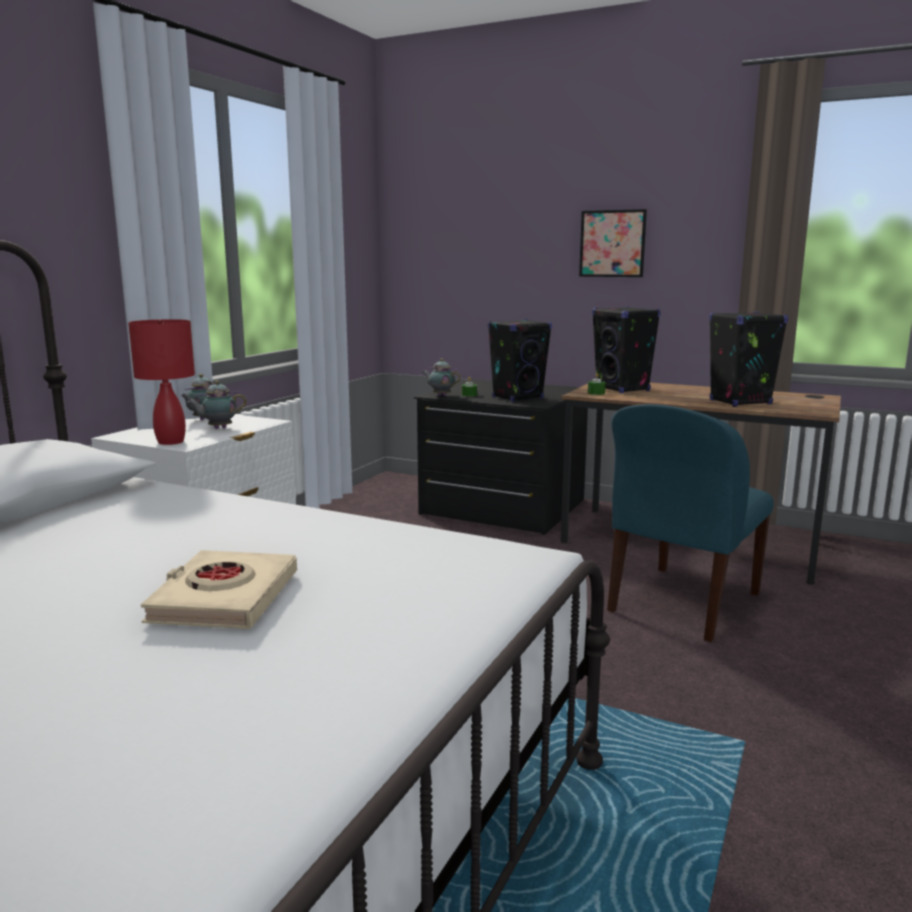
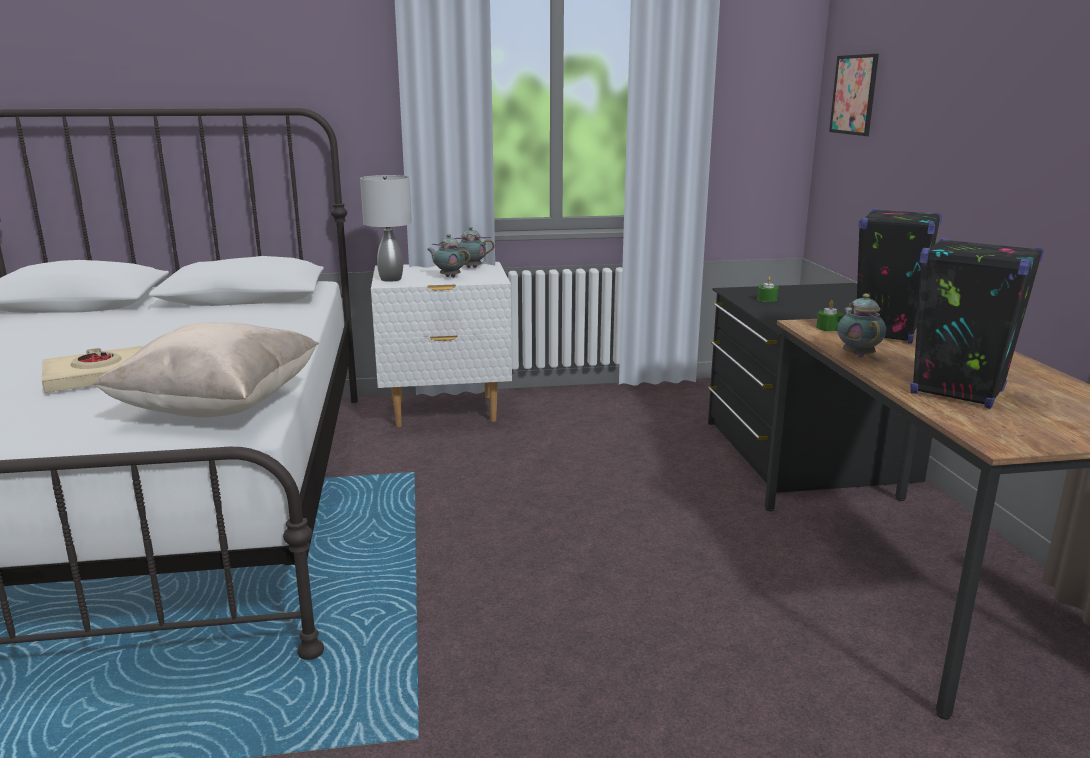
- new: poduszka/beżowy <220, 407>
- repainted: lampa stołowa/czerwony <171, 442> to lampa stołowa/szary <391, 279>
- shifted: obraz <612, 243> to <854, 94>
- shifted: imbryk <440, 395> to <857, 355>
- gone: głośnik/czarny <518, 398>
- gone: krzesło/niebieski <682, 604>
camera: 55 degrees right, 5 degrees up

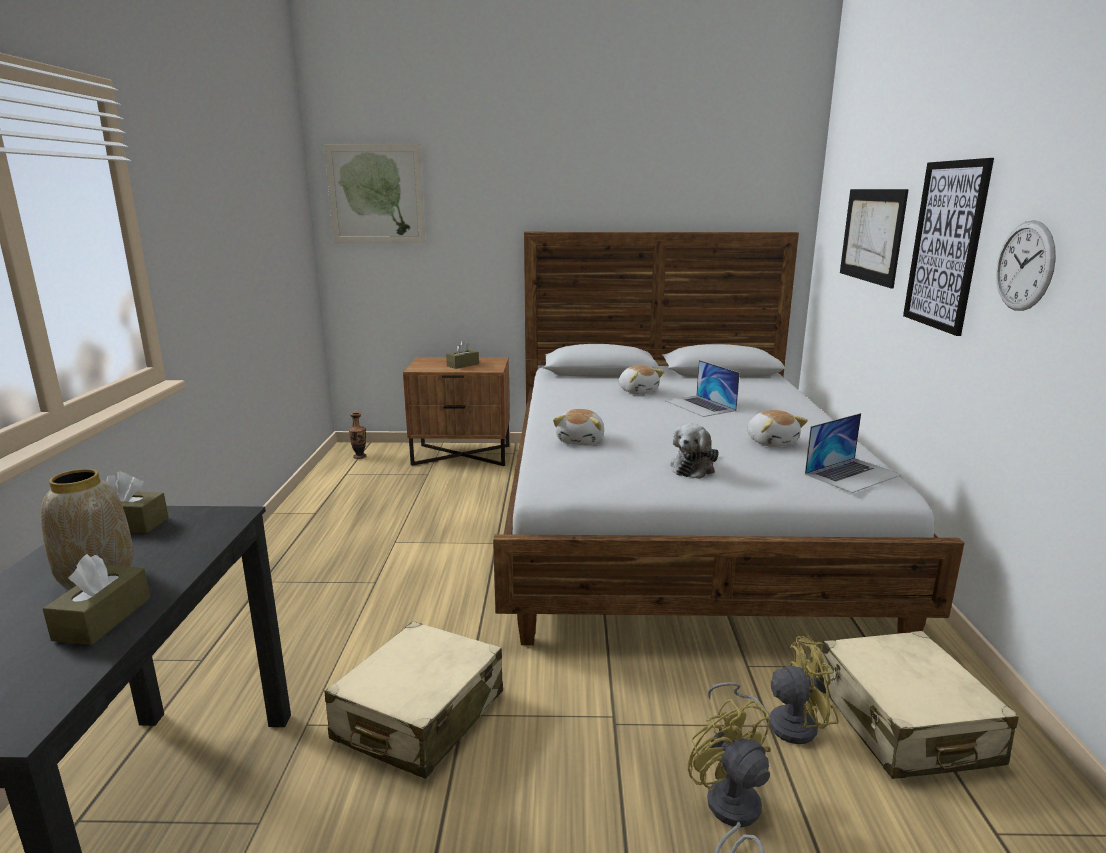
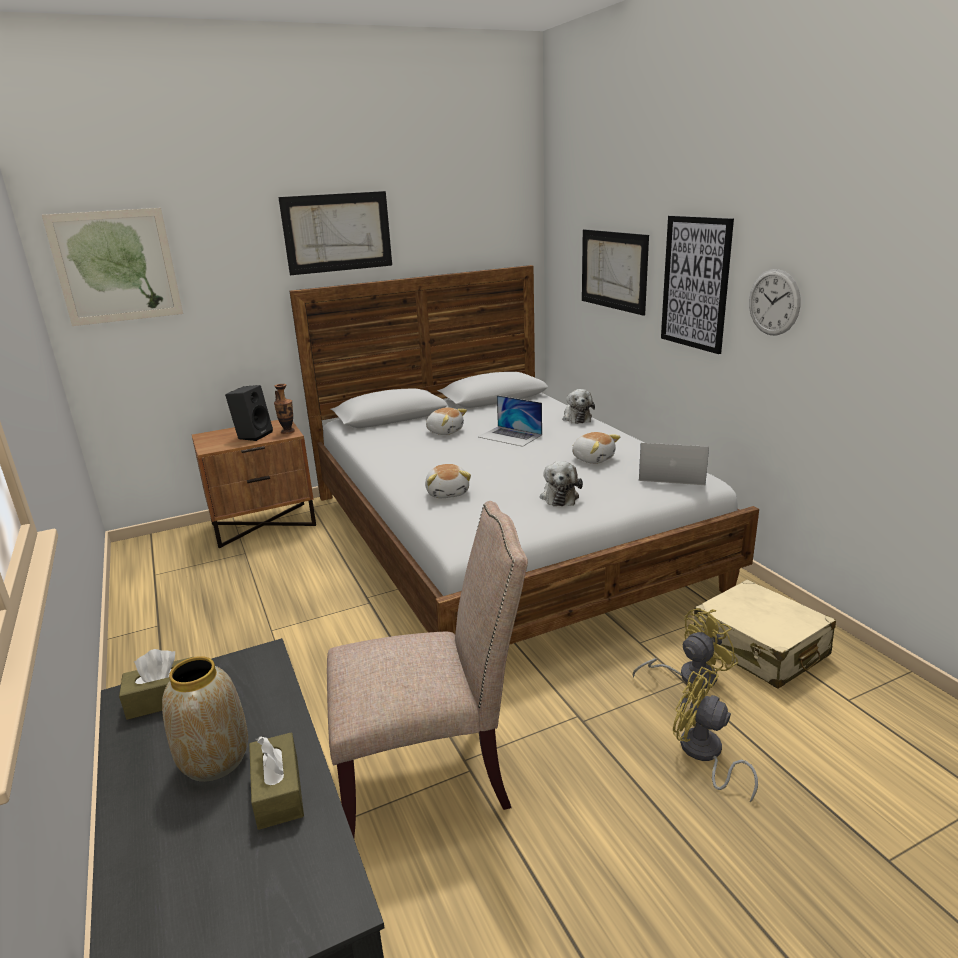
- swapped: pudełko chusteczek/brązowy <463, 365> to głośnik/czarny <253, 435>
- shifted: wazon <359, 457> to <287, 432>
- new: obraz <337, 232>
- swapped: walizka/beżowy <419, 716> to krzesło/beżowy <430, 776>
- new: pluszak <576, 418>
- rotated: laptop <852, 474> = <672, 474> 105 degrees counterclockwise
camera: 25 degrees left, 5 degrees up

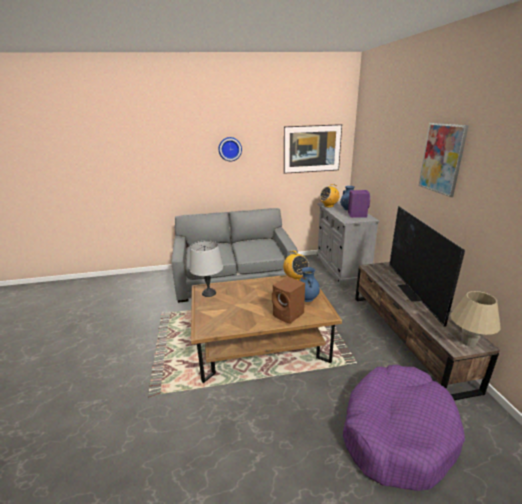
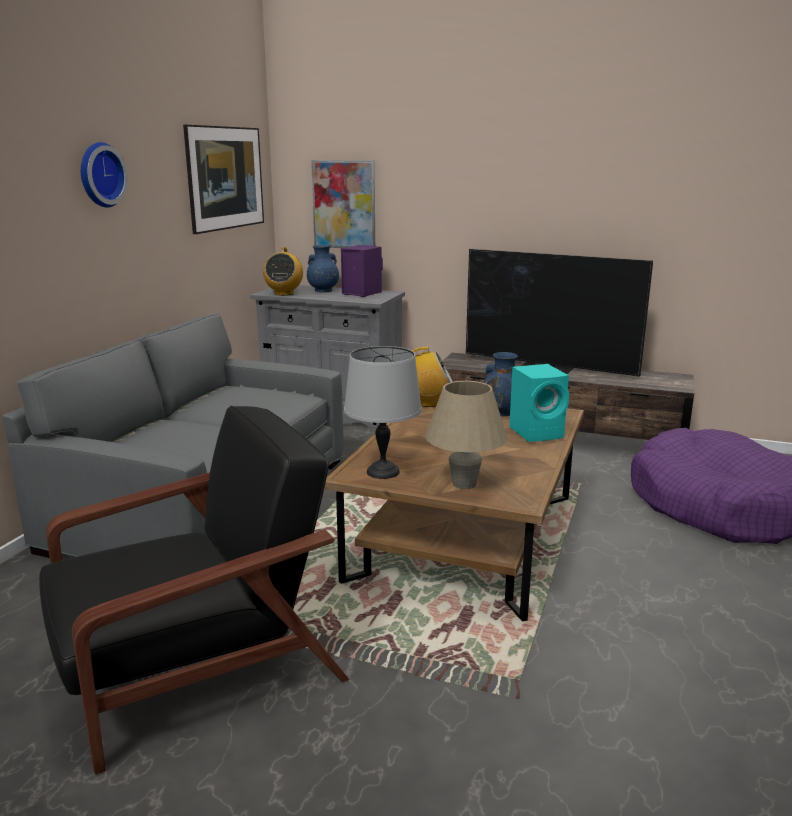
- new: fotel/czarny <195, 666>
- shifted: obraz <442, 158> to <344, 204>
- shifted: lampa stołowa/beżowy <468, 342> to <464, 484>
- repainted: głośnik/brązowy <289, 315> to głośnik/turkusowy <538, 432>
camera: 60 degrees left, 5 degrees down

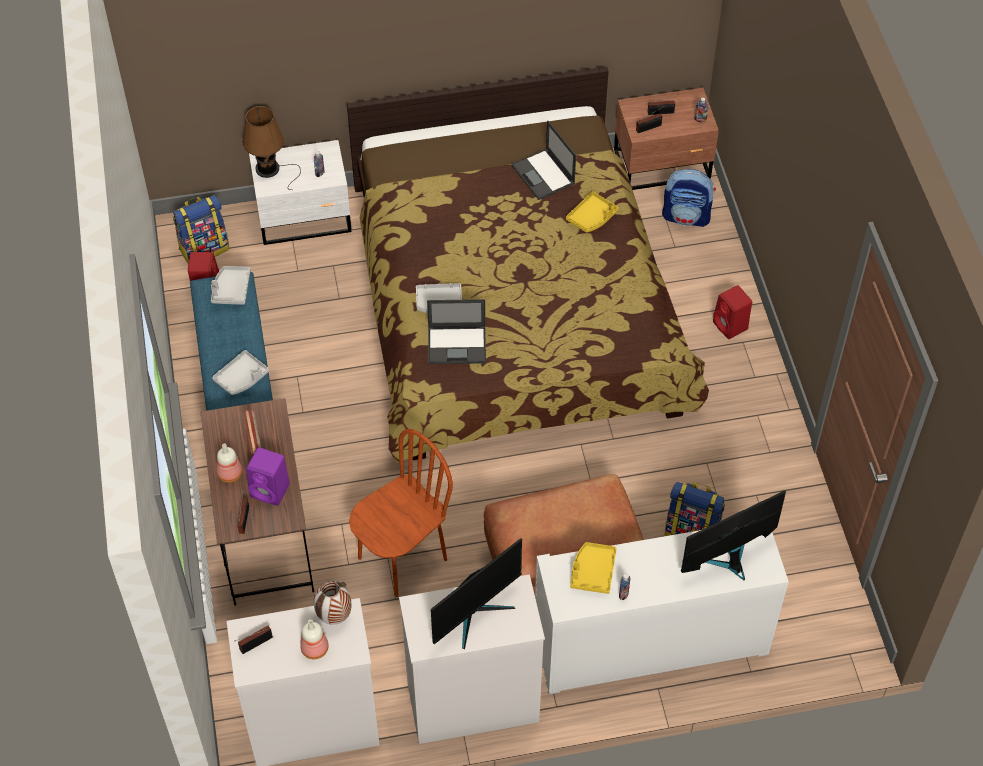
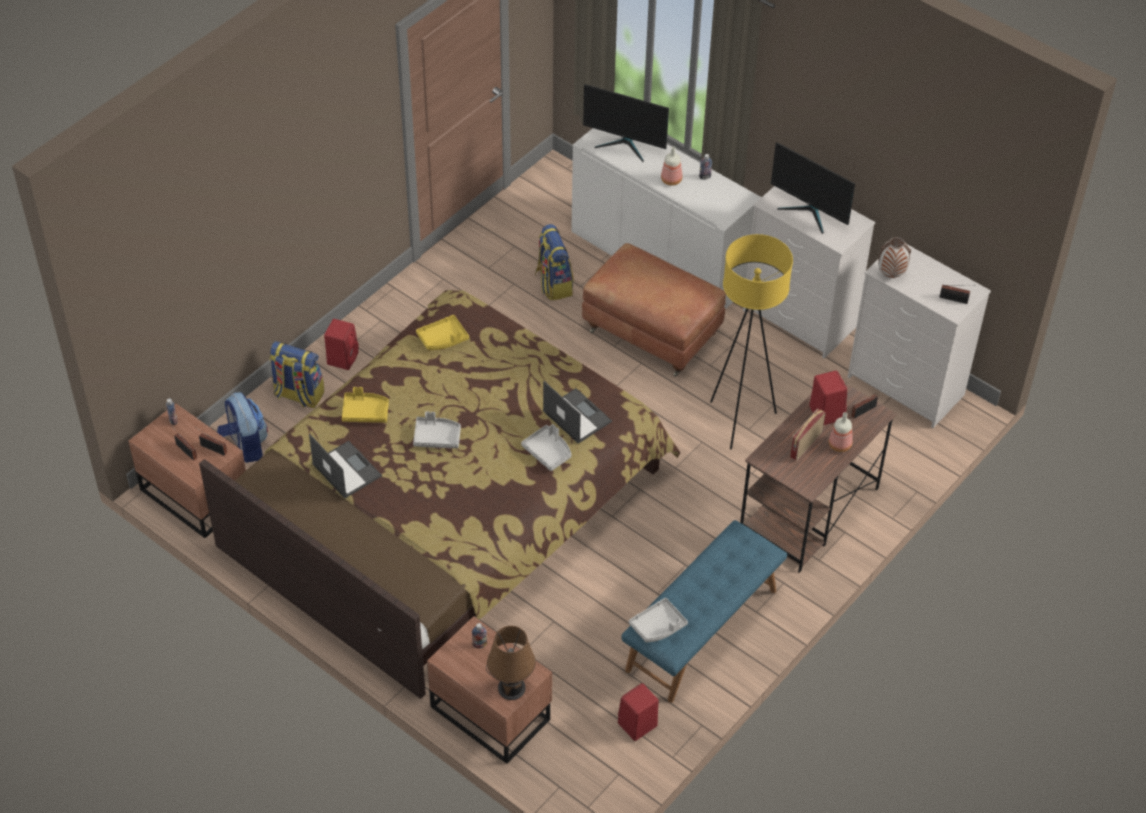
- shifted: plecak <204, 248> to <298, 395>
- rotated: laptop <543, 175> = <346, 469> 60 degrees counterclockwise
- shifted: taca/szary <242, 378> to <437, 437>
- shifted: taca/żółty <592, 571> to <443, 339>
- repainted: szafka nocna/biały <305, 218> to szafka nocna/brązowy <490, 711>
- shifted: butelka <315, 649> to <671, 179>
- swapped: krzesło/brązowy <402, 558> to lampa stojąca/żółty <740, 421>
- rotated: monitor <475, 614> = <809, 212> 150 degrees counterclockwise
- repainted: głośnik/fioletowy <271, 490> to głośnik/czerwony <825, 412>
camera: 130 degrees left, 5 degrees down

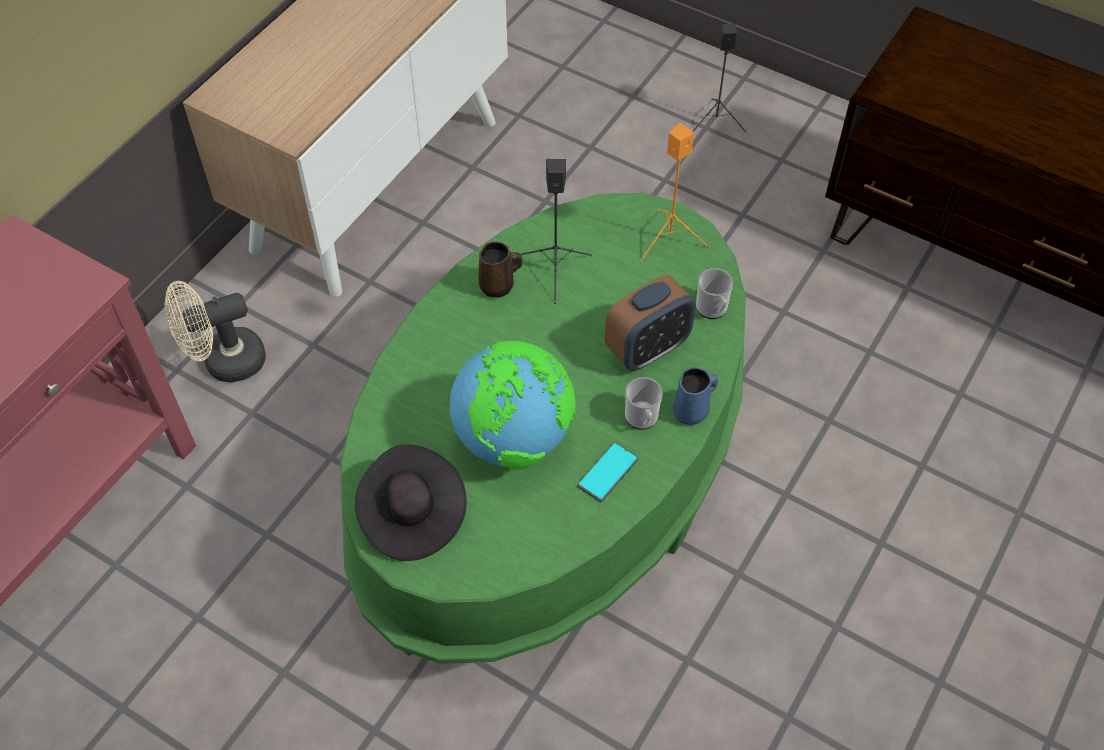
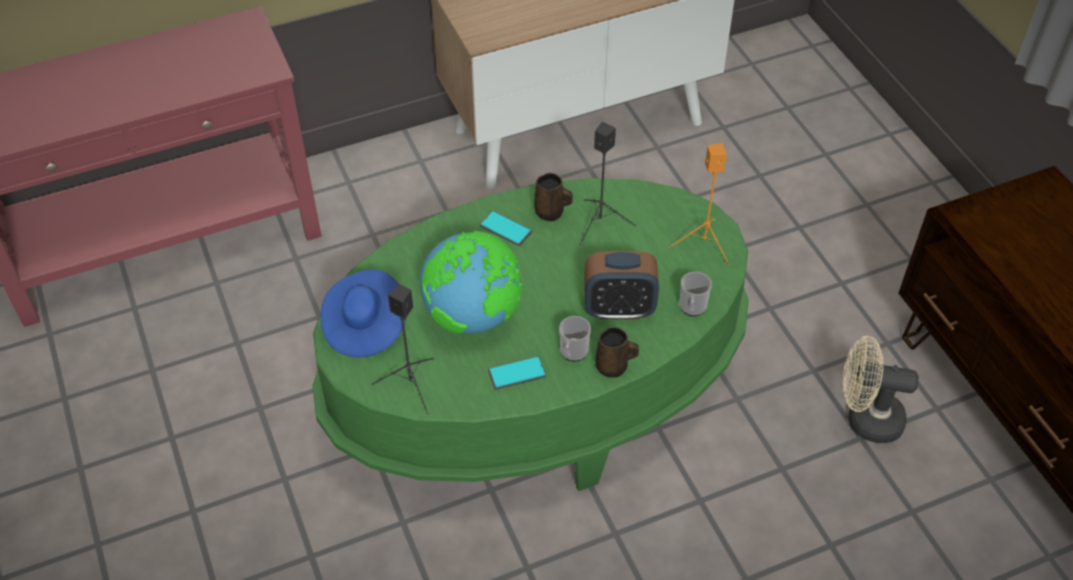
- repainted: kapelusz/czarny <412, 516> to kapelusz/niebieski <365, 326>
- shifted: głośnik/czarny <717, 121> to <411, 385>
- new: telefon <506, 229>
- repainted: kubek/niebieski <692, 411> to kubek/brązowy <613, 367>
- shifted: wentylator/beżowy <224, 362> to <865, 419>
camera: 35 degrees right, 5 degrees down

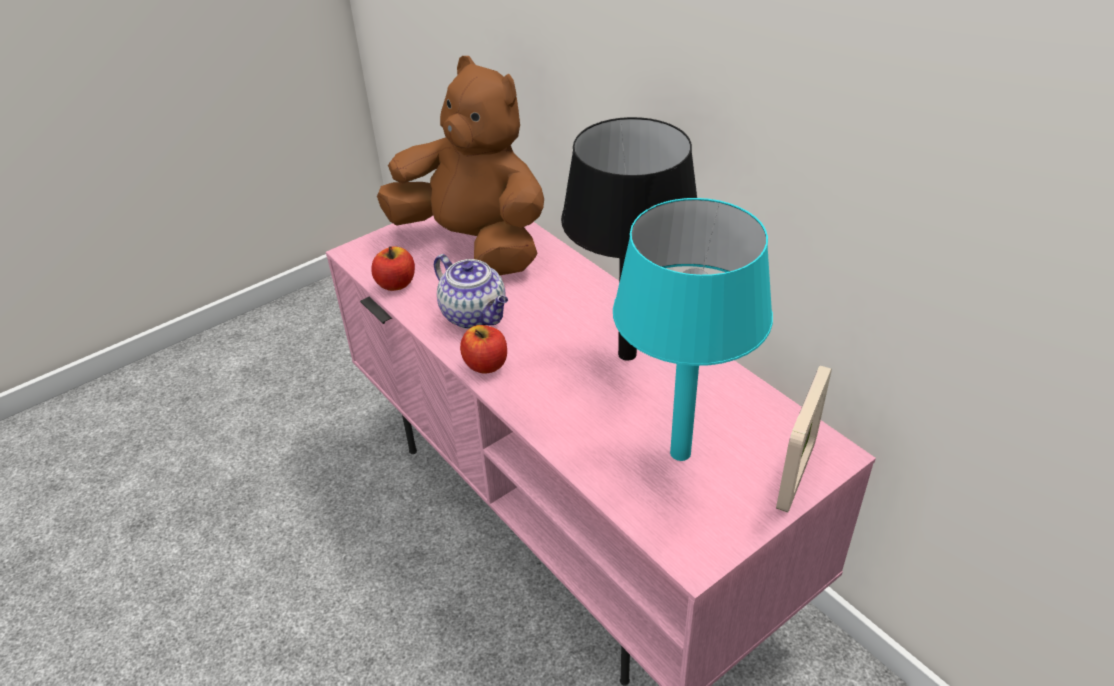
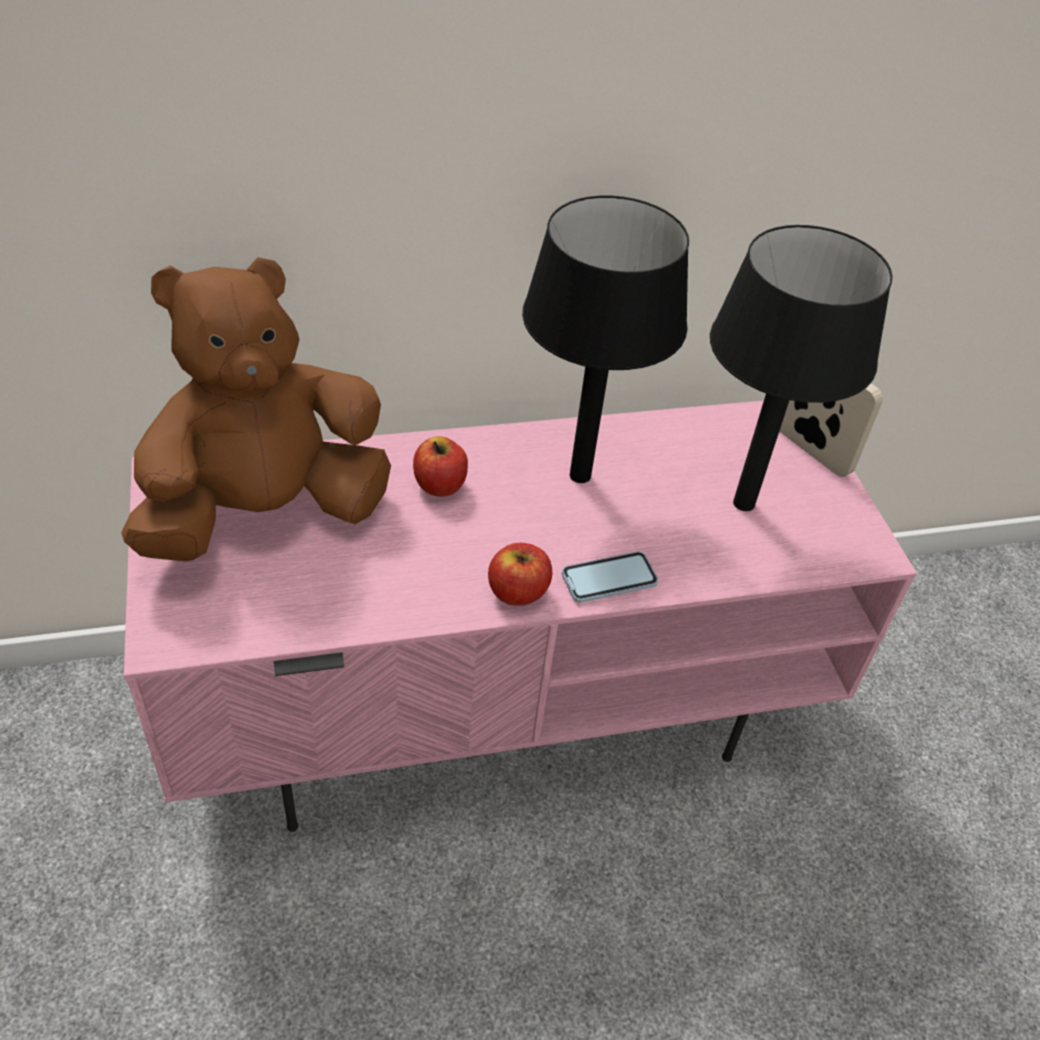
- shifted: jabłko <396, 284> to <440, 485>
- new: telefon <609, 579>
- repainted: lampa stołowa/turkusowy <681, 453> to lampa stołowa/czarny <745, 503>
- gone: imbryk <475, 315>
camera: 70 degrees left, 5 degrees up

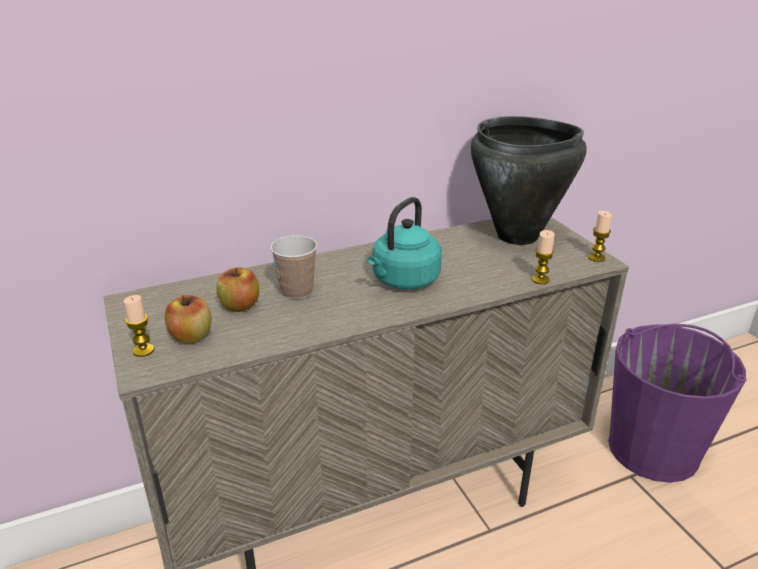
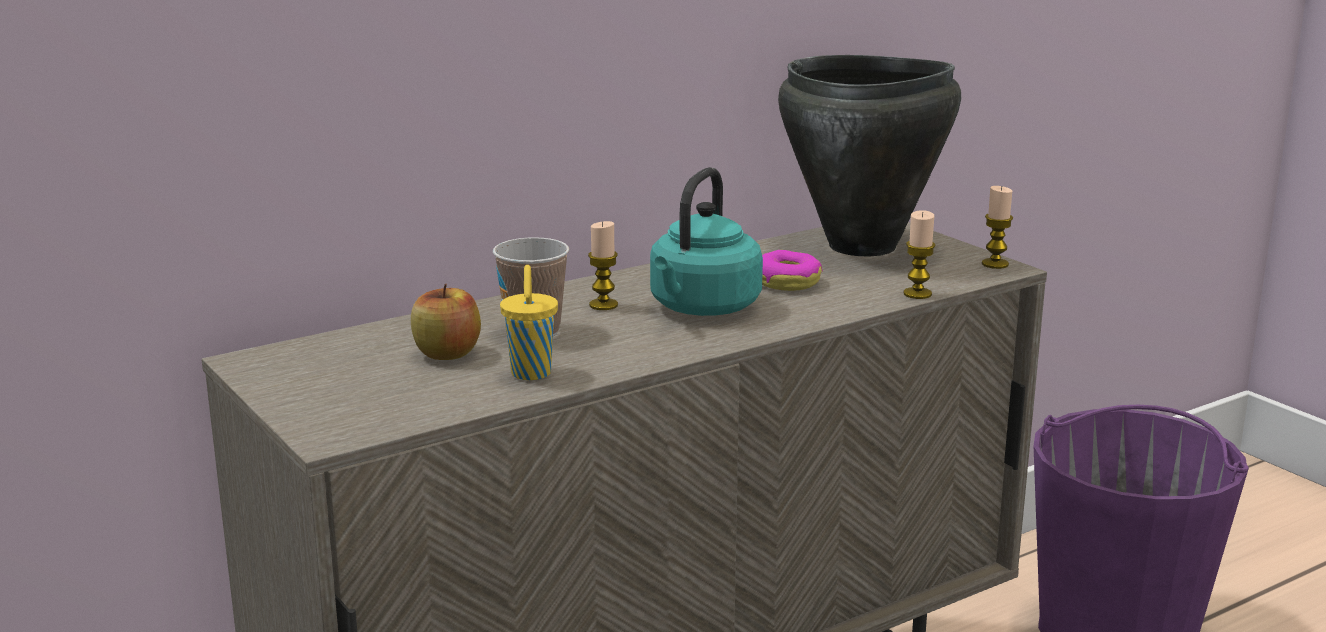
- new: filiżanka/żółty <531, 374>
- shifted: świeca <143, 350> to <603, 305>
- new: donut <787, 282>
- gone: jabłko <191, 336>
camera: 10 degrees left, 10 degrees down

